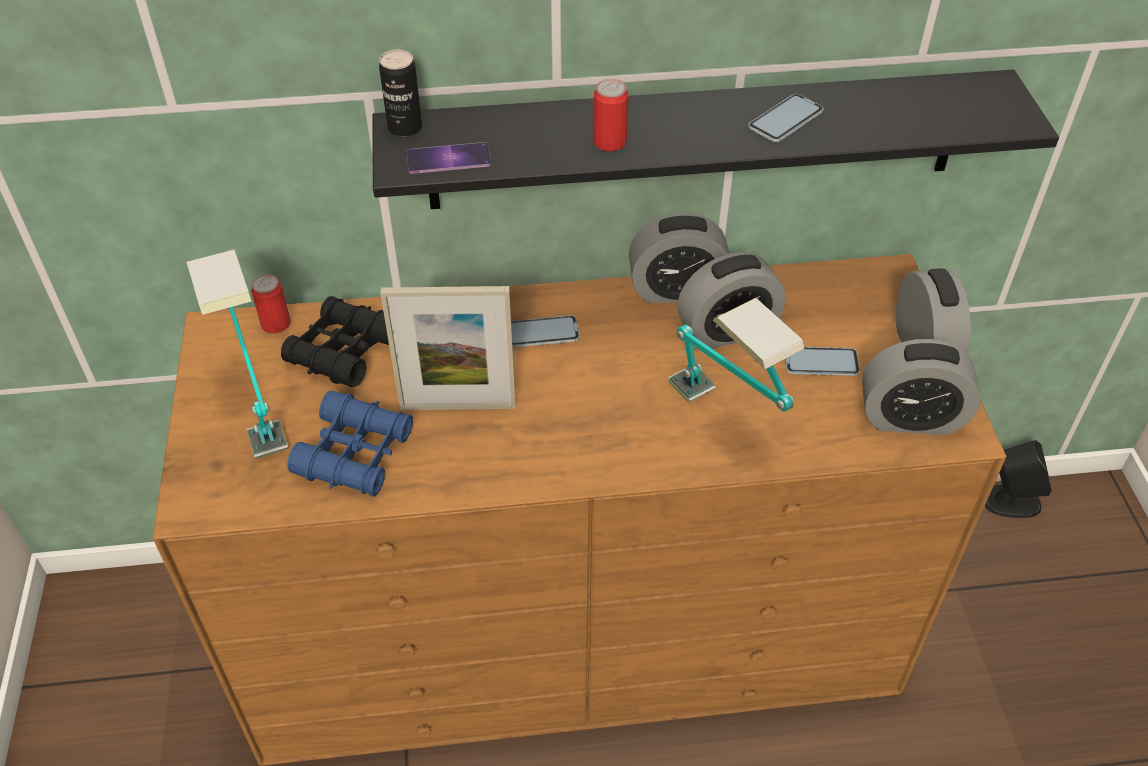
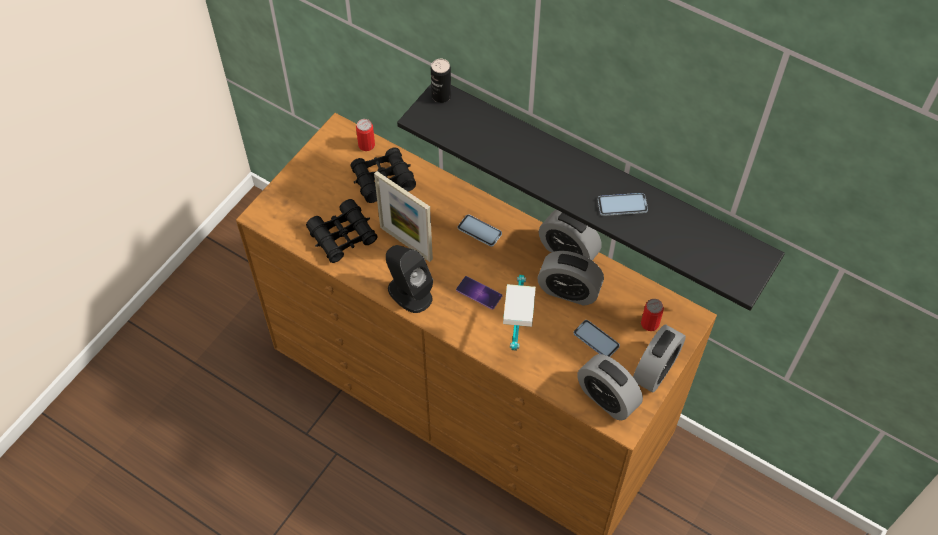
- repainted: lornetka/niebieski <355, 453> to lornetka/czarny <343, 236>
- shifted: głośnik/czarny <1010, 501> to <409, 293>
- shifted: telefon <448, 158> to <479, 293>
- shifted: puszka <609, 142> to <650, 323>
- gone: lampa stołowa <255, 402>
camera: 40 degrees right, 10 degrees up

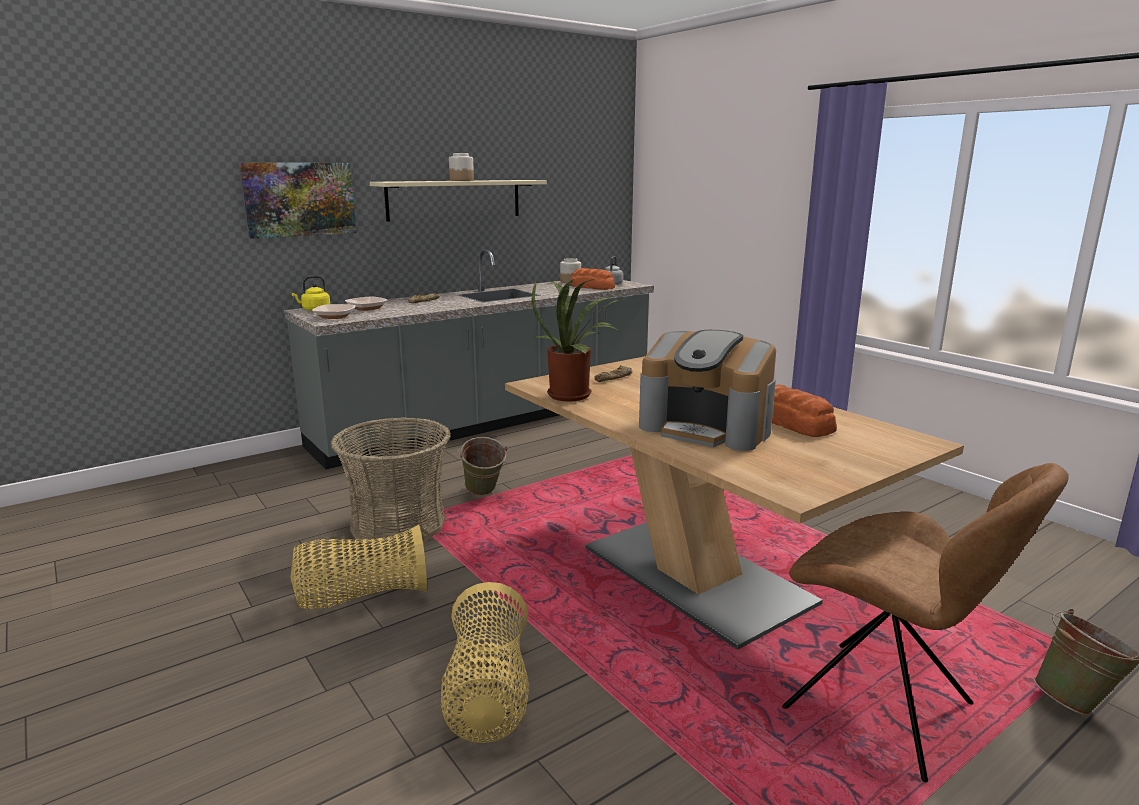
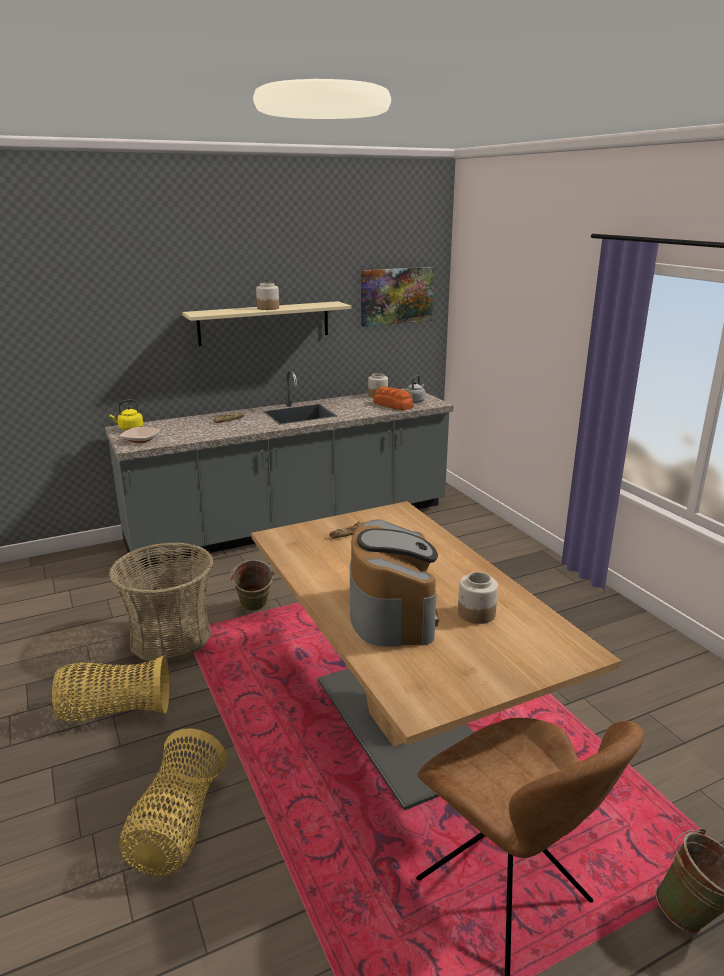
- rotated: ekspres do kawy <707, 428> = <392, 612> 135 degrees counterclockwise
- shifted: obraz <300, 199> to <396, 296>
- swapped: chleb <793, 423> to słoik <476, 613>
- gone: miska <366, 308>
- gone: roślina doniczkowa <574, 395>
camera: 10 degrees right, 5 degrees up

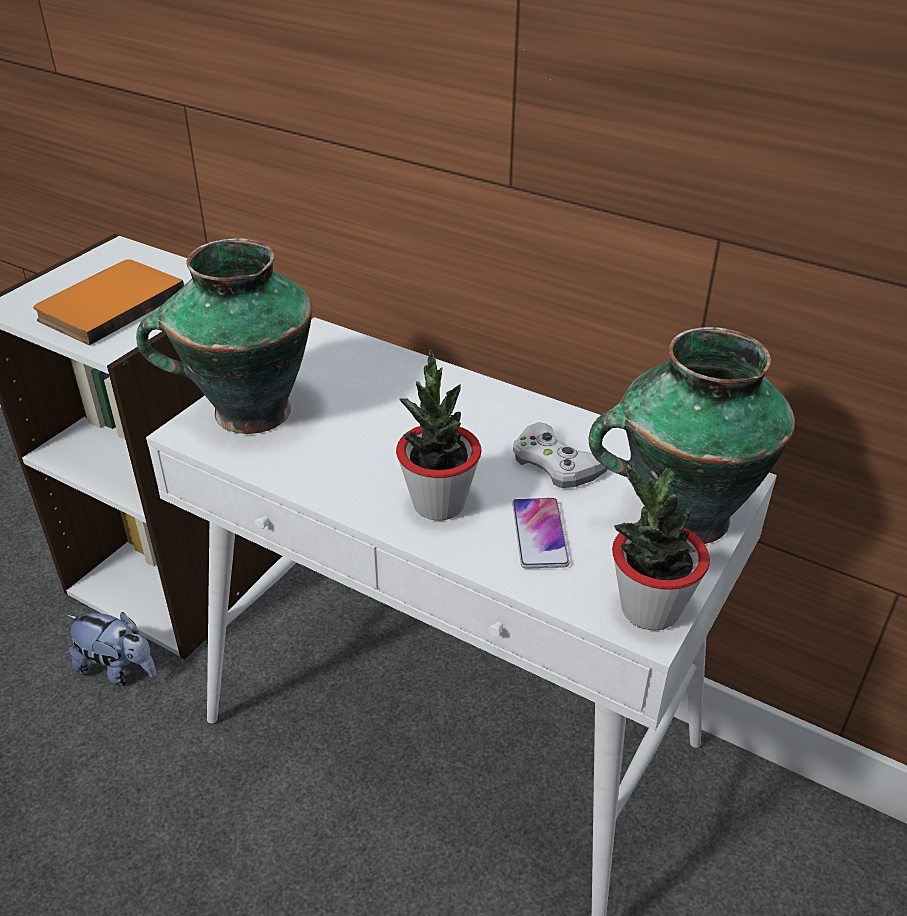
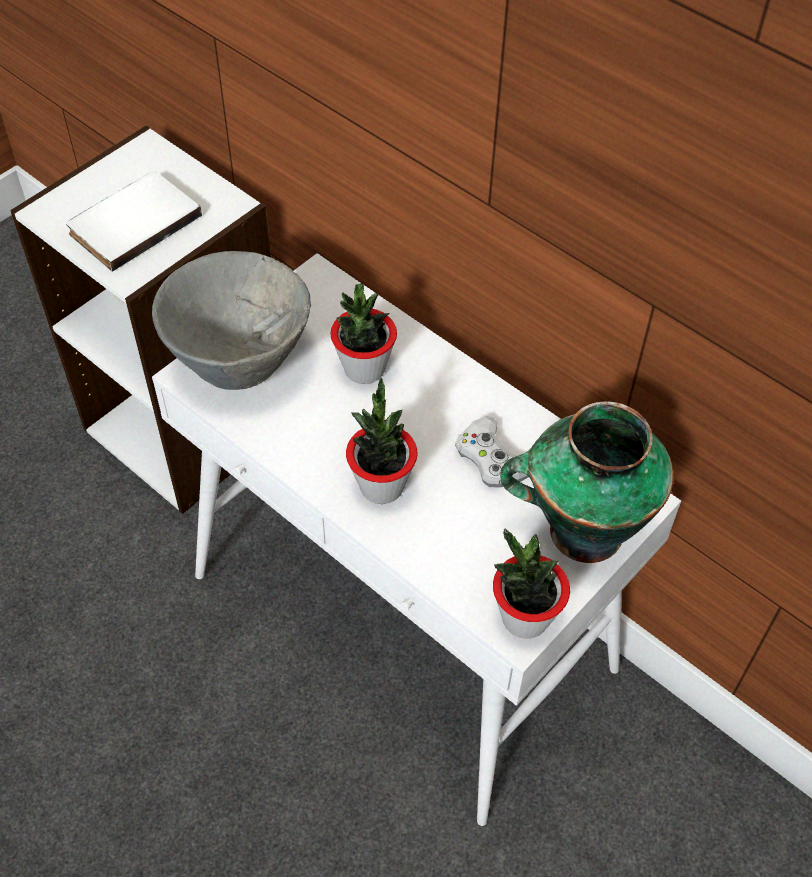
- repainted: książka/pomarańczowy <108, 305> to książka/biały <132, 222>
- swapped: wazon <248, 412> to miska/szary <240, 361>
- new: roślina doniczkowa <364, 369>
- gone: pluszak <118, 669>
- gone: telefon <539, 534>
camera: 10 degrees right, 15 degrees up

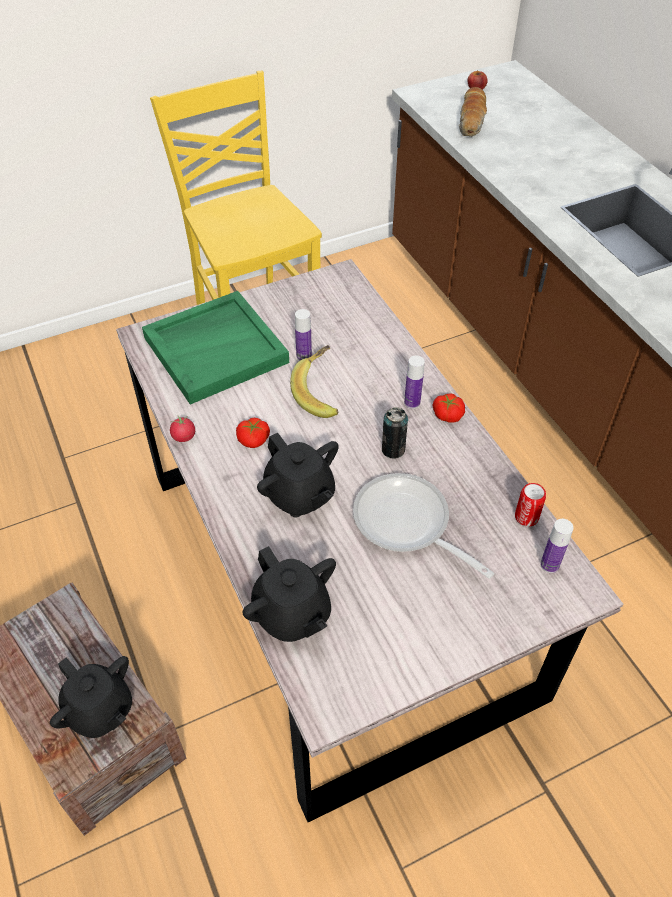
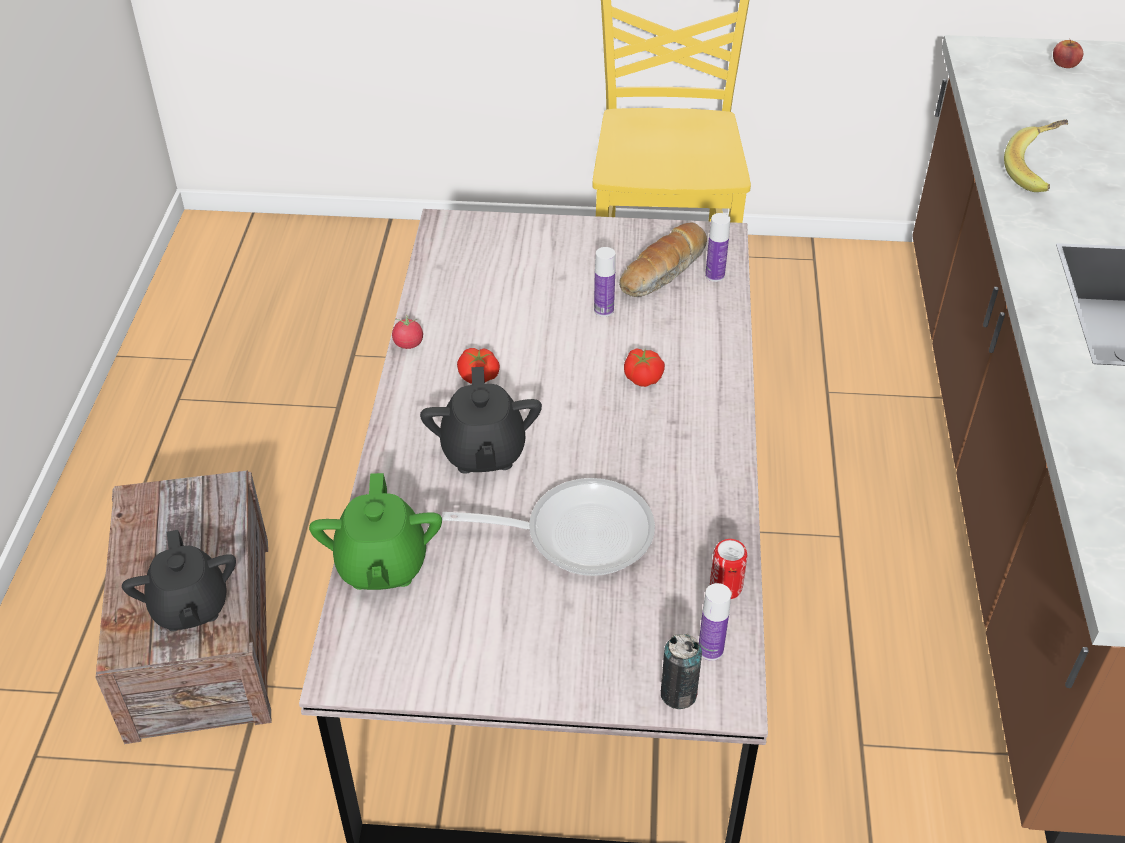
- repainted: imbryk/czarny <292, 614> to imbryk/zielony <381, 565>
- rotated: patelnia <407, 525> = <577, 533> 105 degrees clockwise
- shifted: chleb <472, 121> to <664, 272>
- shifted: pomidor <447, 414> to <643, 377>
- shifted: puszka <393, 449> to <678, 694>
- shifted: butelka <412, 402> to <715, 275>
- shifted: banan <321, 393> to <1038, 171>
- gone: taca/zielony <216, 349>
camera: 30 degrees right, 5 degrees down

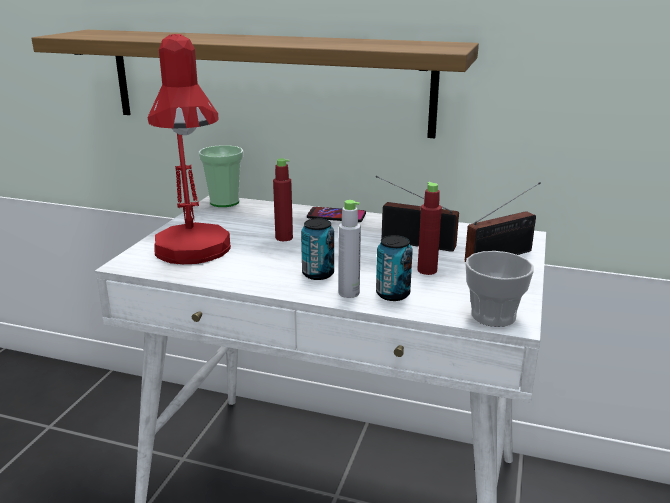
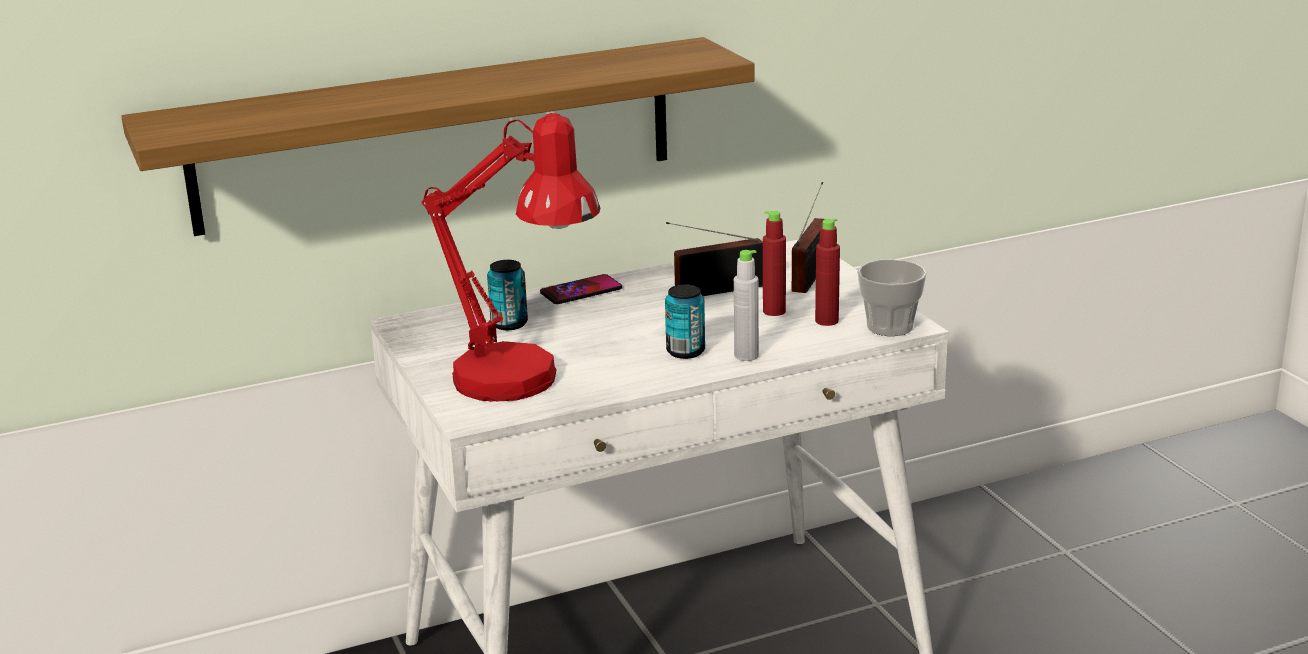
- shifted: puszka <392, 294> to <509, 324>
- shifted: butelka/czerwony <284, 238> to <826, 321>
- gone: filiżanka <224, 202>
camera: 40 degrees left, 0 degrees up

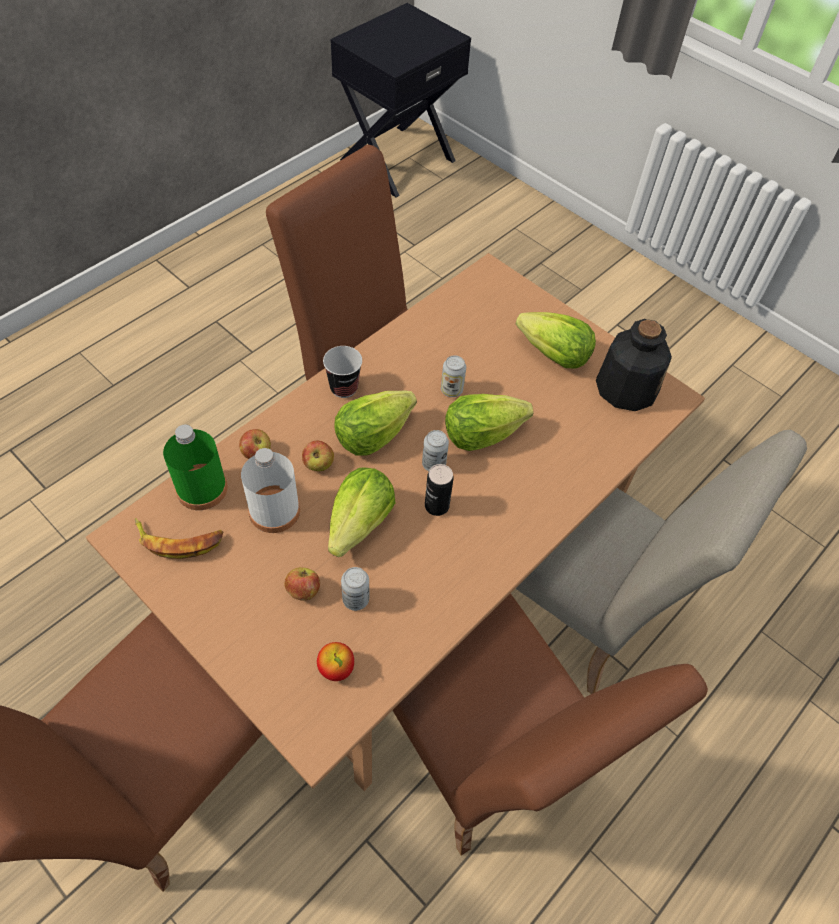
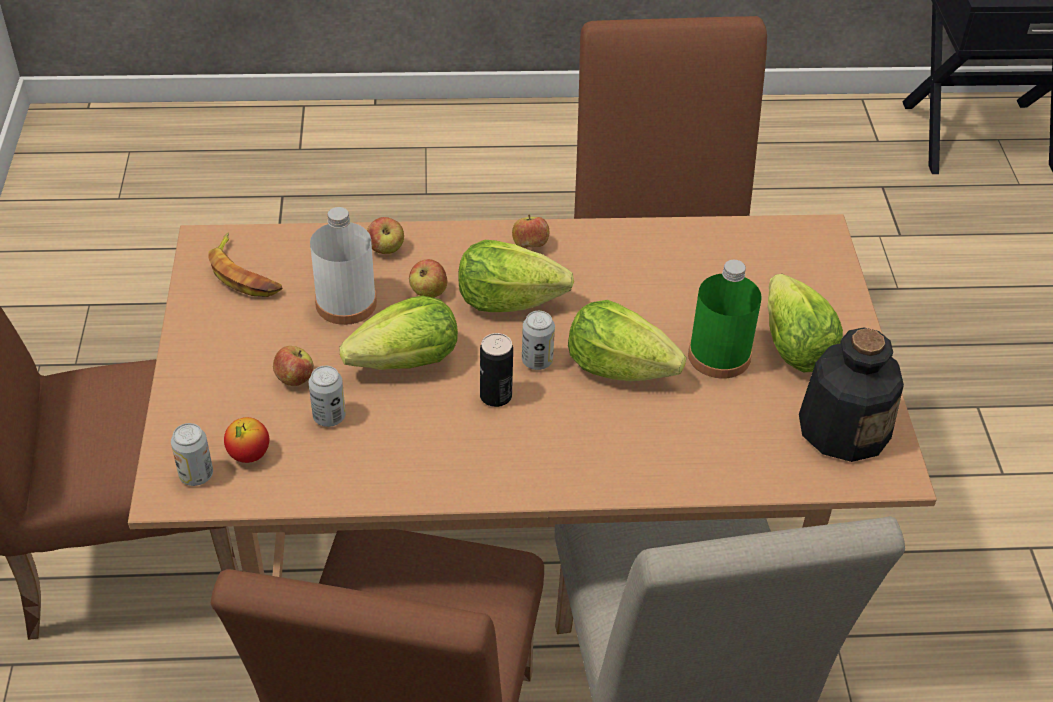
- shifted: puszka <451, 390> to <196, 475>
- swapped: filiżanka <344, 388> to jabłko <530, 245>
- shifted: butelka/zielony <202, 488> to <719, 355>
camera: 45 degrees right, 10 degrees down

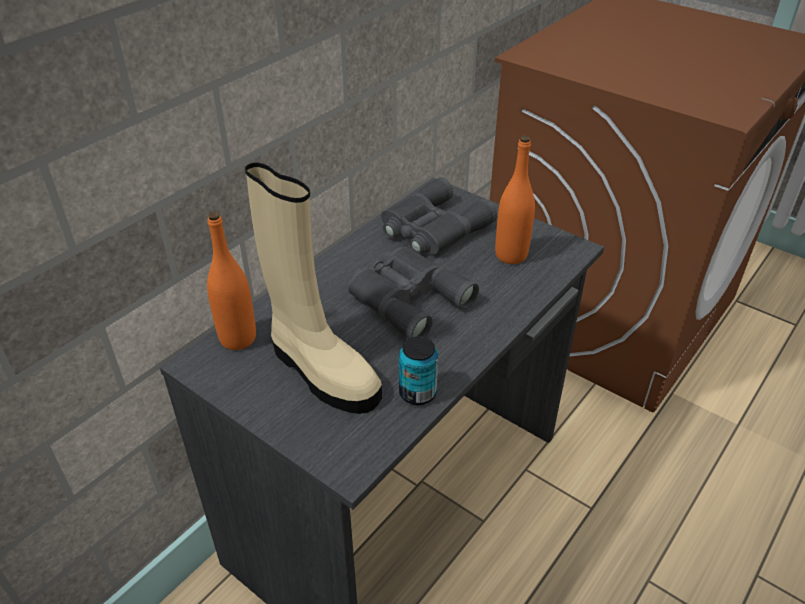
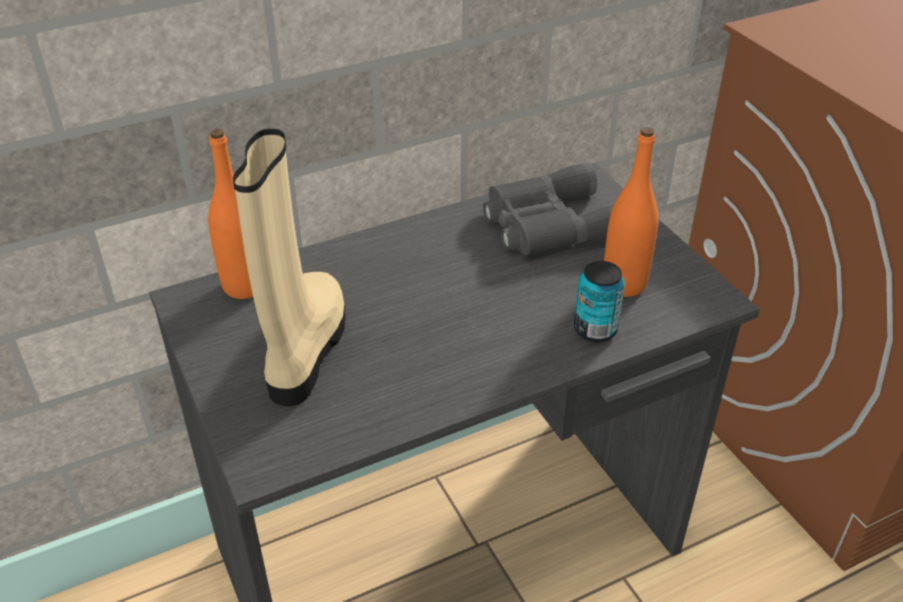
- rotated: but z cholewką/beżowy <321, 371> = <304, 350> 150 degrees counterclockwise
- shifted: puszka <417, 393> to <595, 330>
- gone: lornetka/szary <406, 297>
camera: 25 degrees right, 0 degrees up

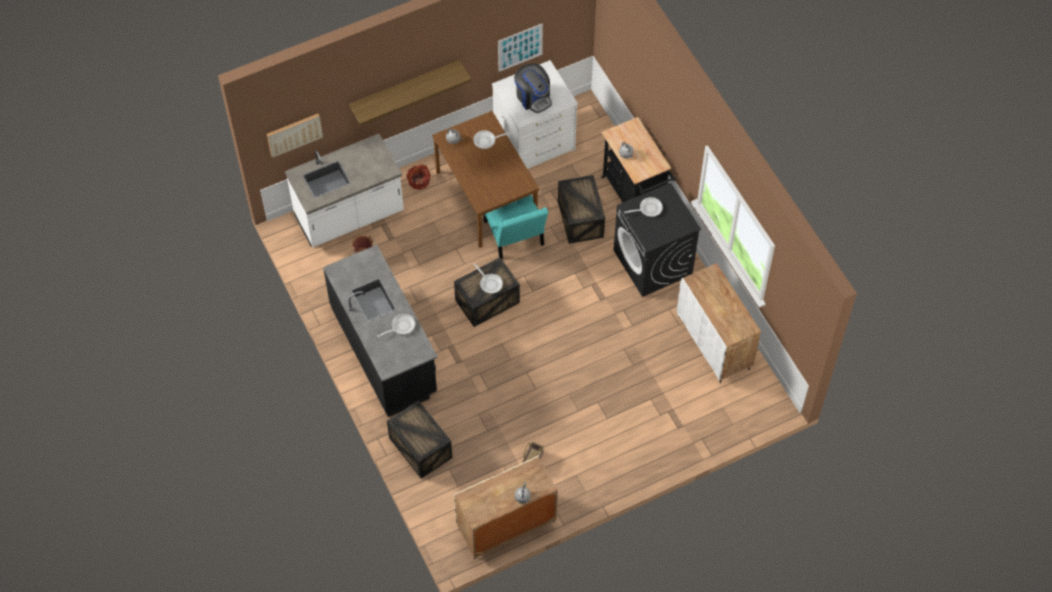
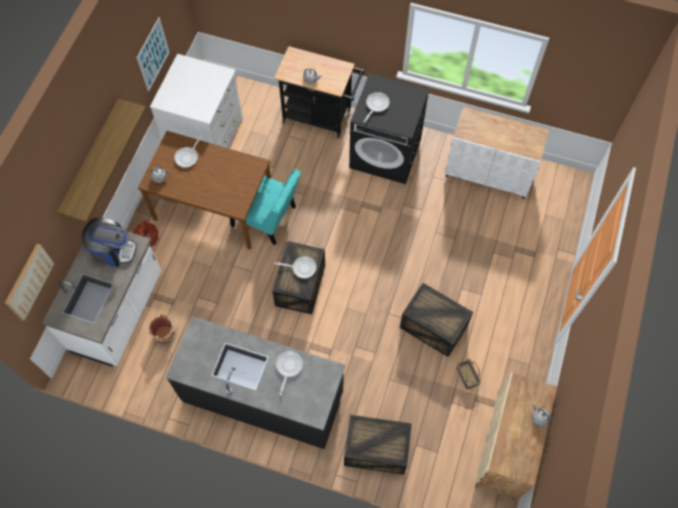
- shifted: ekspres do kawy <533, 97> to <113, 250>
- shifted: skrzynka <581, 219> to <434, 327>
camera: 45 degrees left, 5 degrees up

